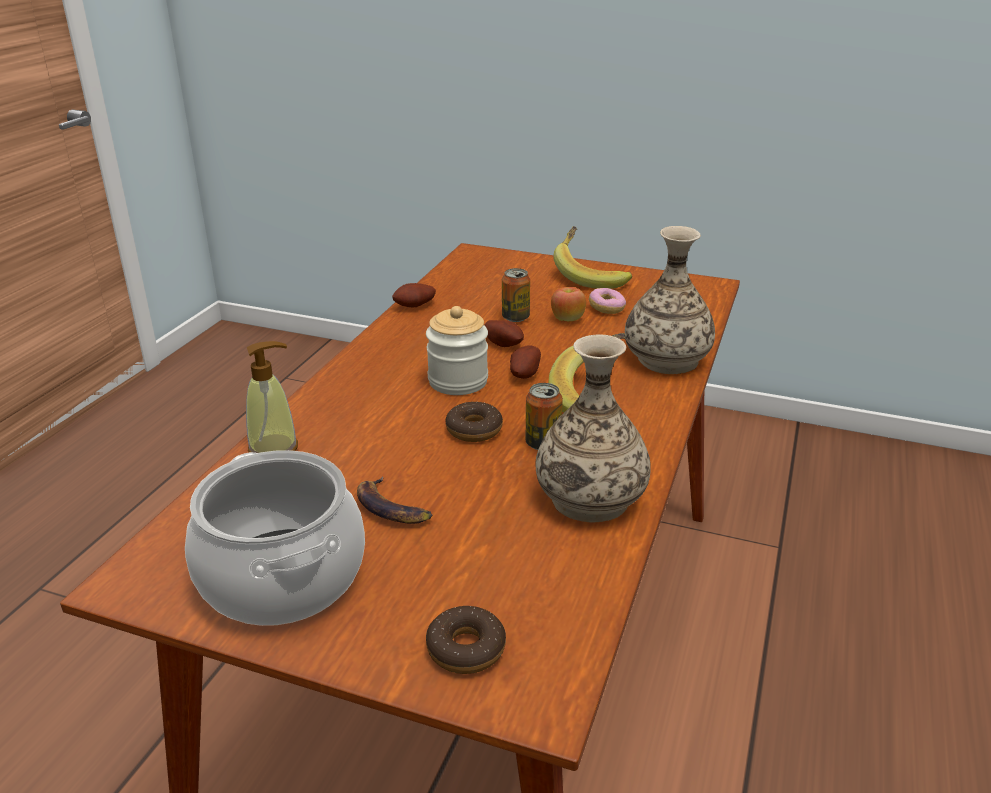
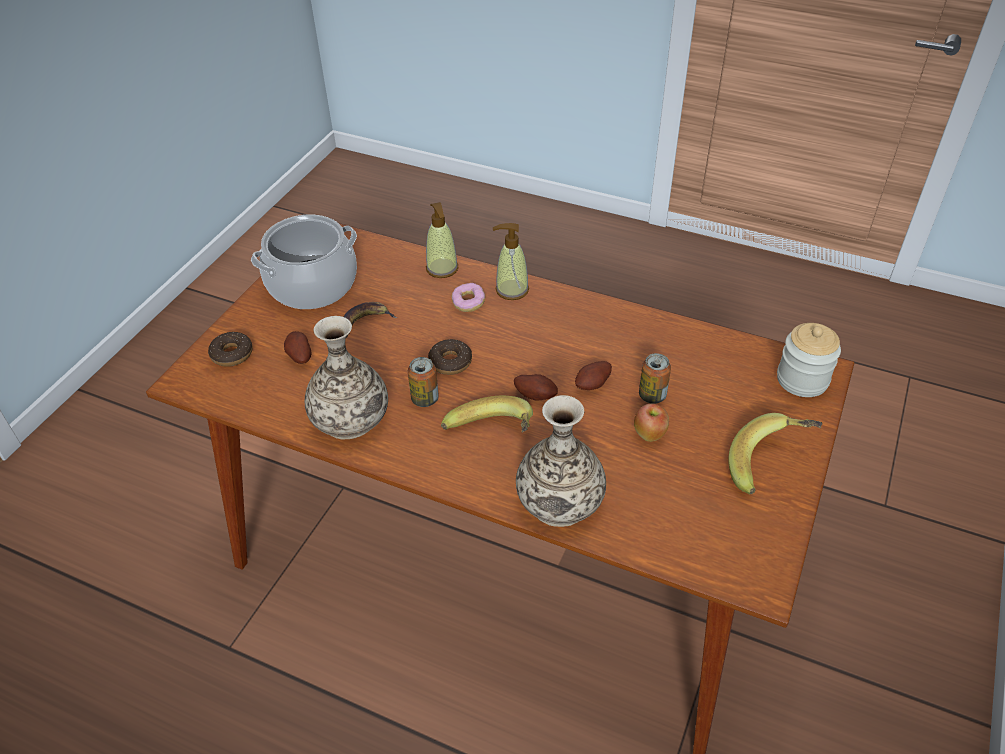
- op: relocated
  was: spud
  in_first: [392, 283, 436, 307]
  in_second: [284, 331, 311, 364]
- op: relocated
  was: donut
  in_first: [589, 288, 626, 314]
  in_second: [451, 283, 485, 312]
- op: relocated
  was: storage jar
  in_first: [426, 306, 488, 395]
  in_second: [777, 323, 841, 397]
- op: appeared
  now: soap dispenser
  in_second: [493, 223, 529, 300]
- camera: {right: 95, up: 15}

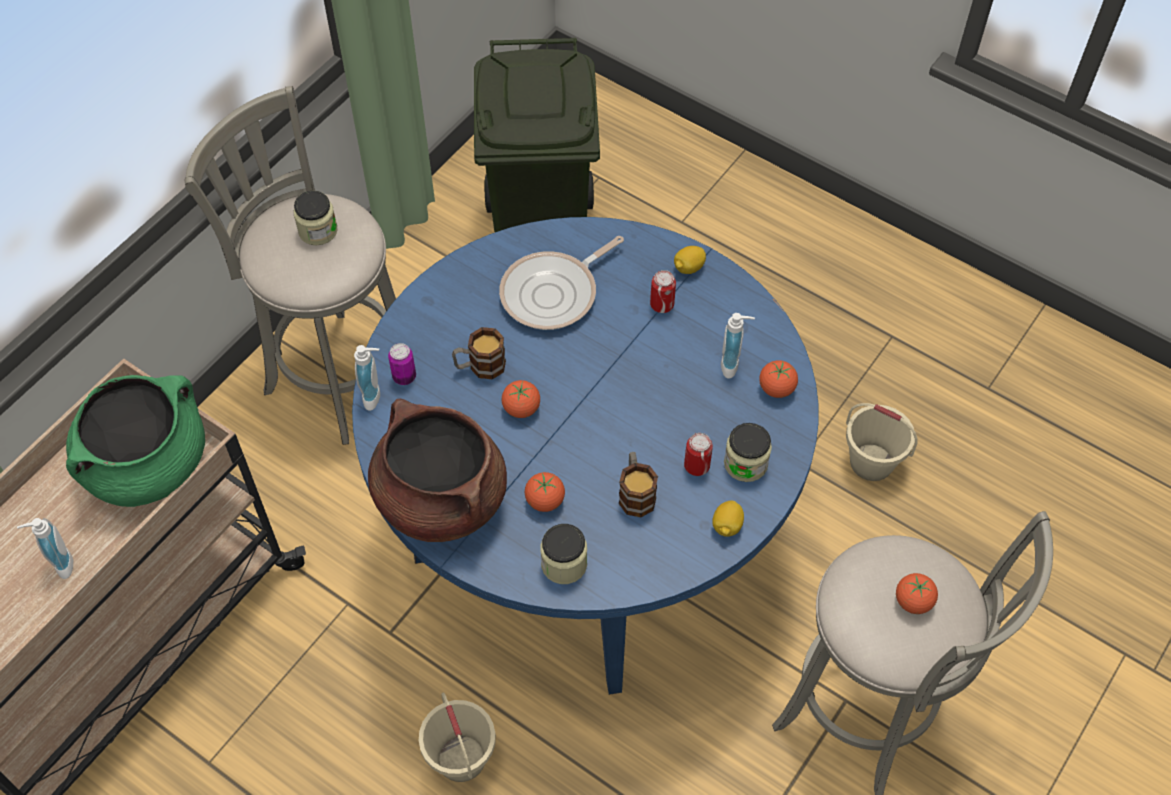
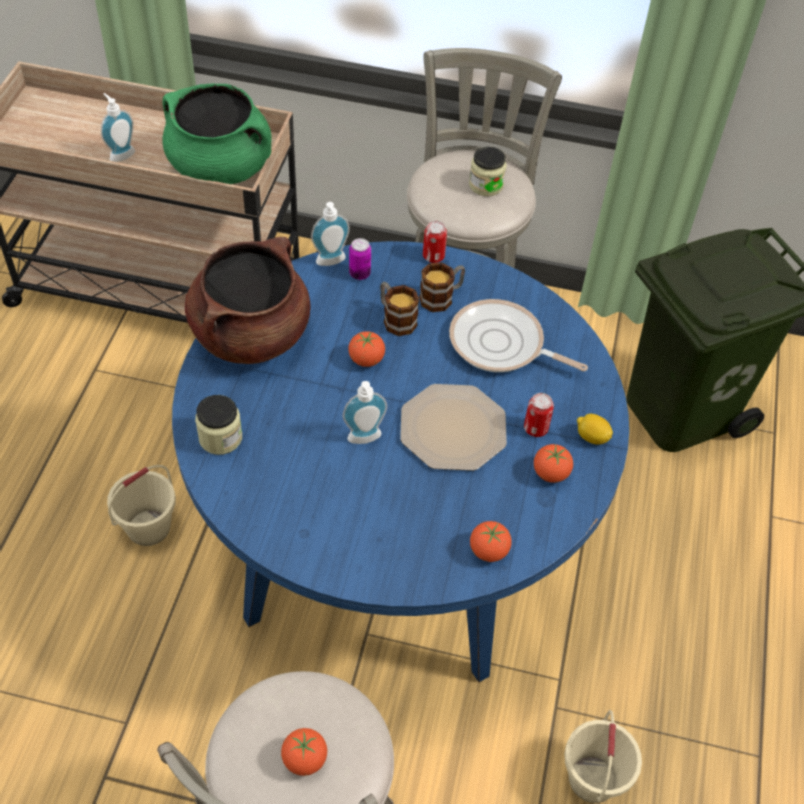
- op: relocated
  was: soap dispenser
  in_first: [721, 313, 755, 379]
  in_second: [343, 381, 387, 444]
- op: missing
  was: storage jar
  in_first: [724, 423, 772, 482]
- op: relocated
  was: can
  in_first: [684, 433, 713, 476]
  in_second: [423, 221, 447, 263]
- op: relocated
  was: coffee mug
  in_first: [619, 452, 658, 517]
  in_second: [419, 262, 465, 312]
- op: relocated
  was: tomato
  in_first: [525, 472, 565, 512]
  in_second: [534, 444, 573, 483]
- op: missing
  was: whole lemon
  in_first: [712, 500, 744, 537]
- op: appeared
  now: dinner plate
  in_second: [400, 384, 507, 471]
- camera: {right: 65, up: -5}

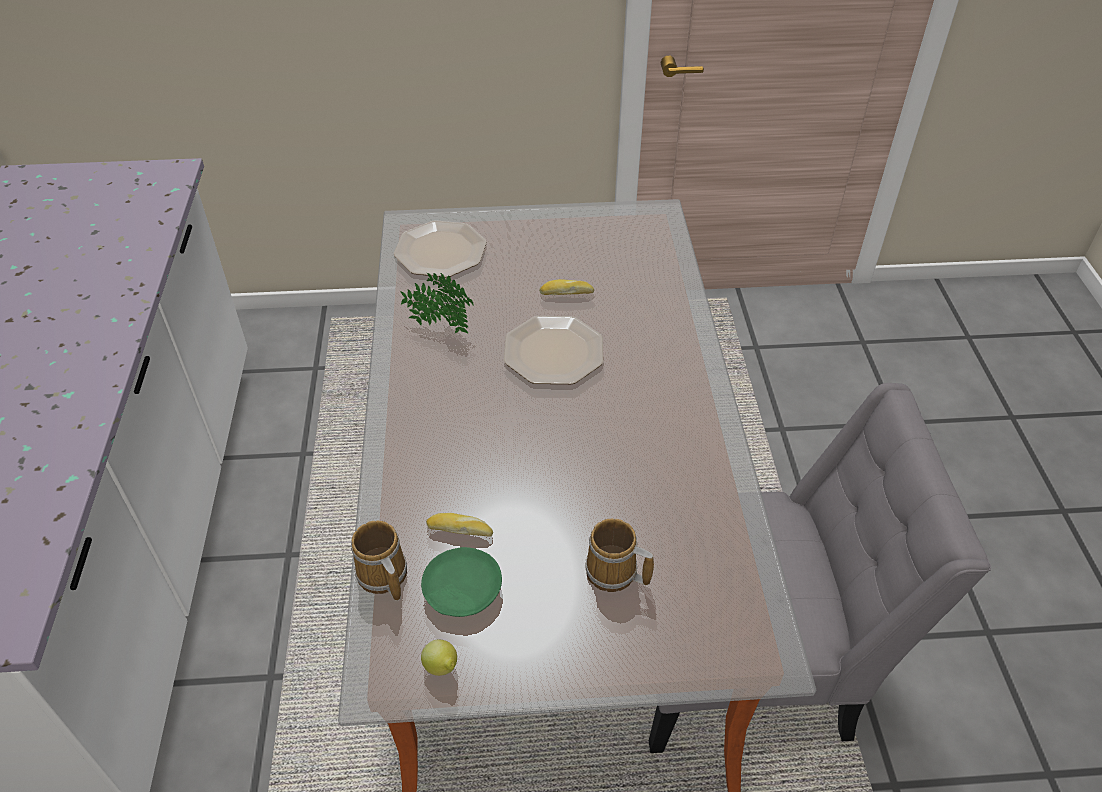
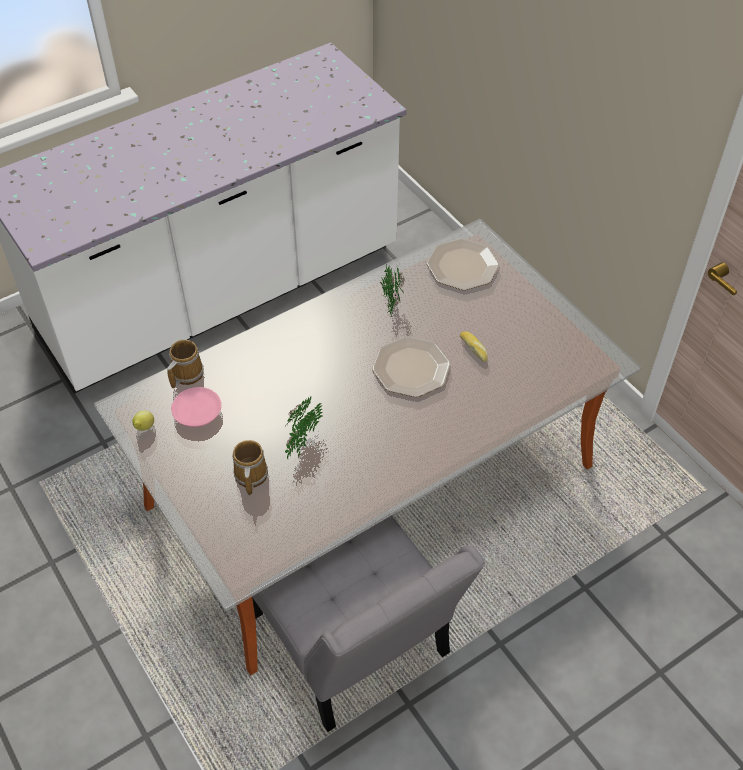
- op: missing
  was: baked bread
  in_first: [426, 513, 493, 537]
- op: colour
  was: dinner plate/green
  now: dinner plate/pink-coloured
  in_first: [421, 547, 502, 617]
  in_second: [171, 387, 221, 427]
- op: appeared
  now: houseplant
  in_second: [285, 397, 323, 459]
- camera: {right: 60, up: 5}

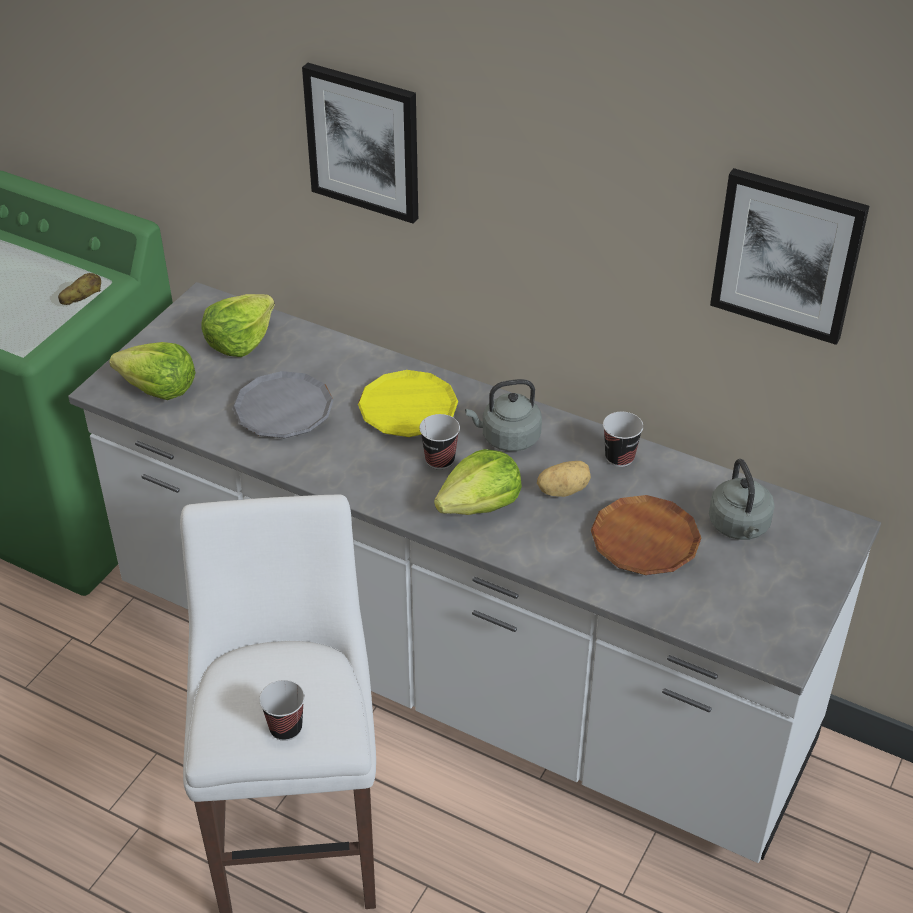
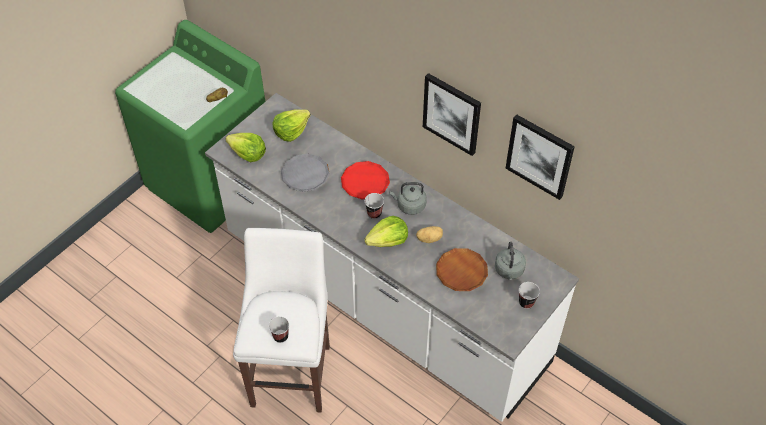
- op: relocated
  was: wall picture
  in_first: [302, 63, 418, 224]
  in_second: [423, 73, 481, 156]
- op: colour
  was: dinner plate/yellow-coloured
  now: dinner plate/reddish
  in_first: [358, 370, 458, 437]
  in_second: [341, 161, 390, 199]
- op: relocated
  was: cup
  in_first: [603, 412, 643, 467]
  in_second: [519, 282, 540, 309]
- camera: {right: 10, up: 10}

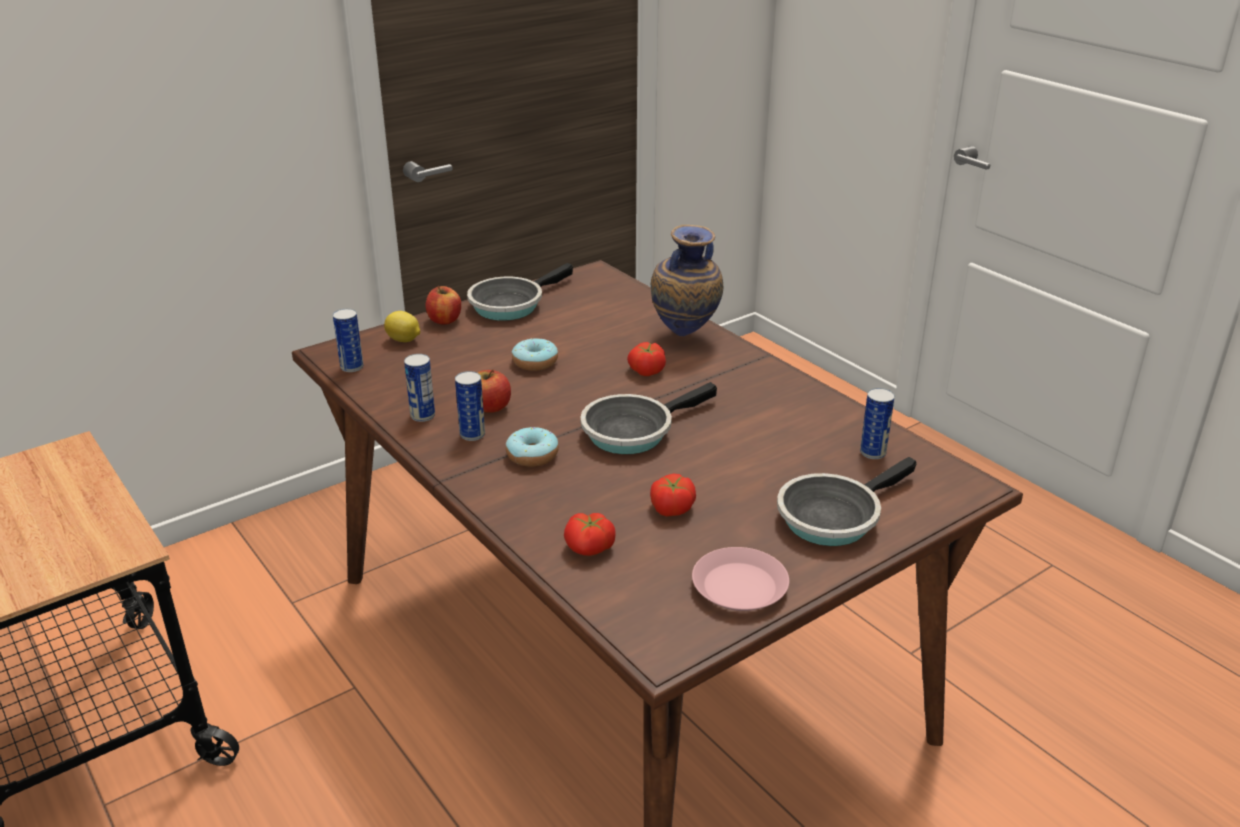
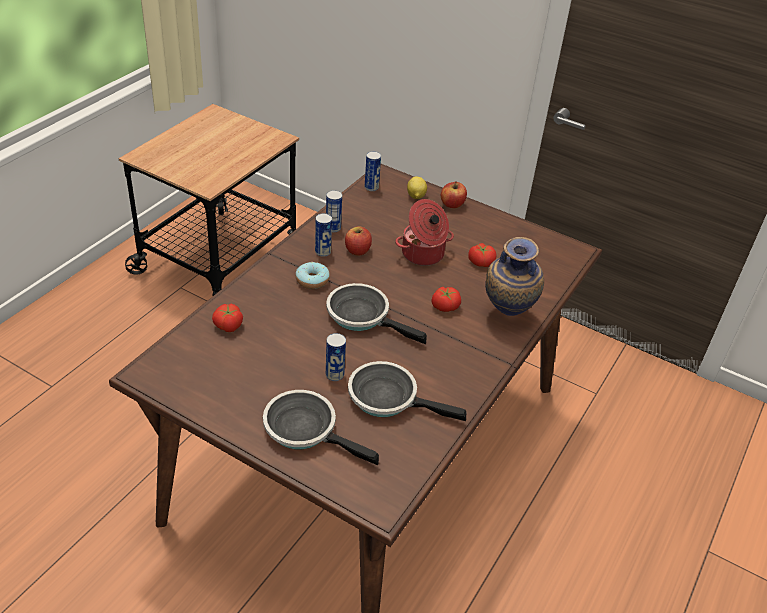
- op: relocated
  was: pan
  in_first: [467, 263, 573, 321]
  in_second: [348, 361, 466, 421]
- op: exchanged
  was: donut
  now: cooking pot
  in_first: [512, 338, 558, 371]
  in_second: [396, 199, 454, 266]
- op: relocated
  was: can
  in_first: [860, 388, 895, 459]
  in_second: [326, 333, 346, 381]
- op: relocated
  was: tomato
  in_first: [650, 474, 696, 517]
  in_second: [468, 243, 496, 267]
- op: missing
  was: dinner plate/pink-coloured
  in_first: [692, 547, 789, 611]
- camera: {right: 65, up: 10}

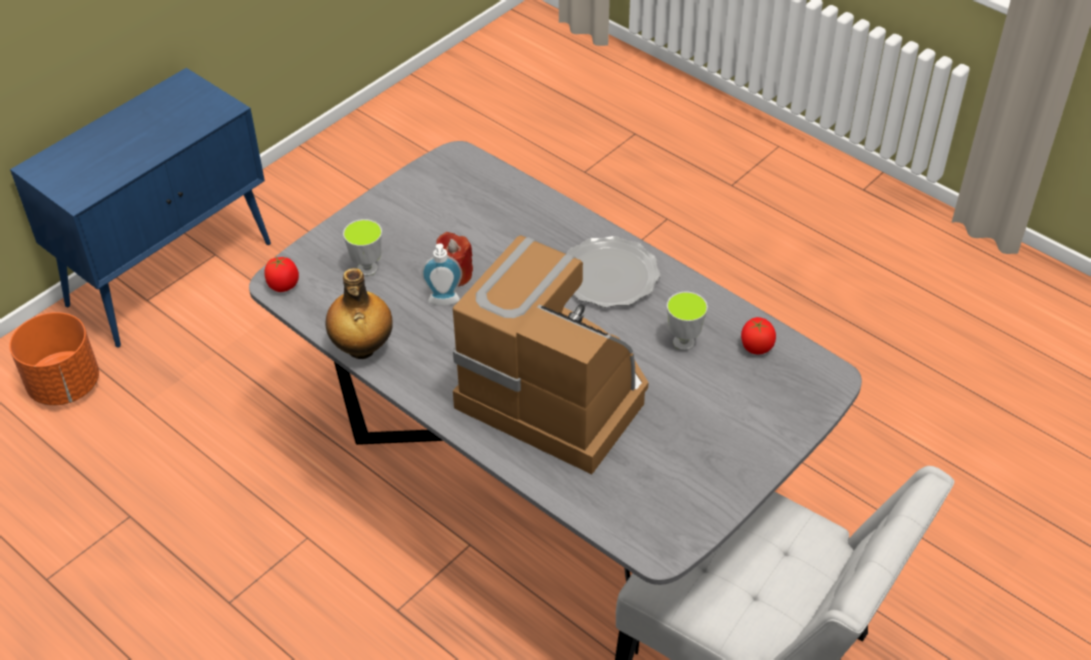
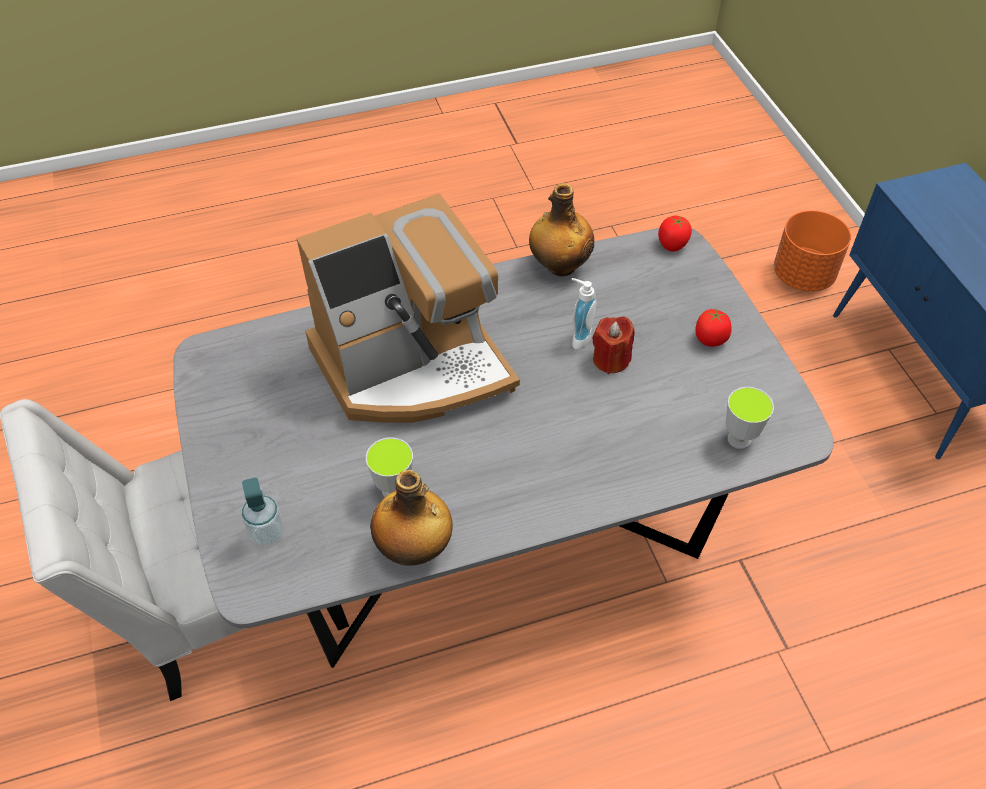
- op: relocated
  was: cup
  in_first: [343, 219, 382, 276]
  in_second: [726, 387, 774, 449]
- op: missing
  was: dinner plate
  in_first: [567, 236, 660, 308]
- op: relocated
  was: tomato
  in_first: [741, 317, 776, 354]
  in_second: [695, 309, 732, 347]
- op: appeared
  now: beverage bottle
  in_second: [370, 470, 453, 566]
- op: appeared
  now: soap dispenser
  in_second: [242, 478, 284, 546]
- camera: {right: 120, up: 5}

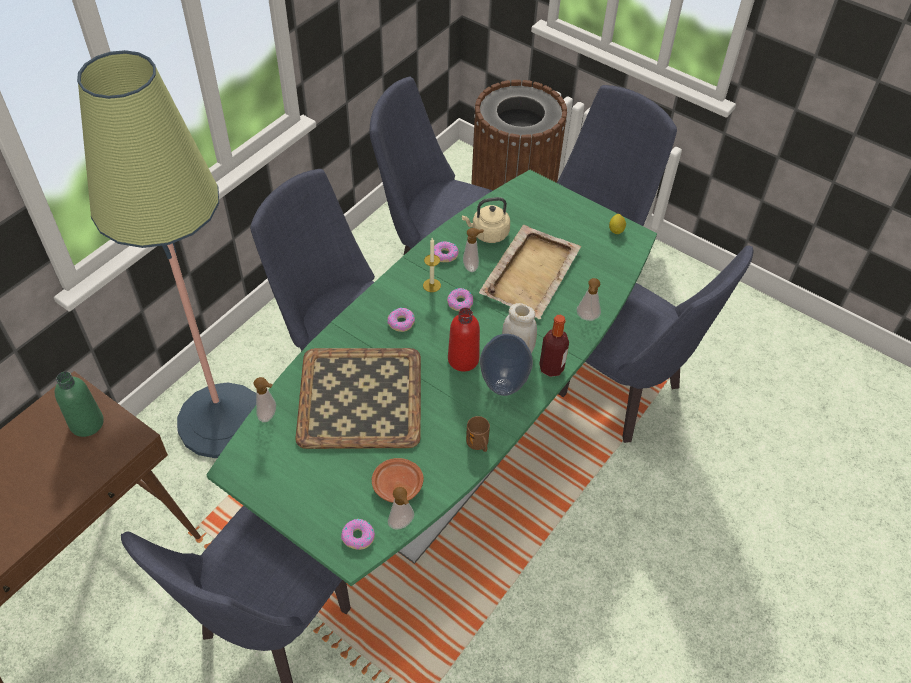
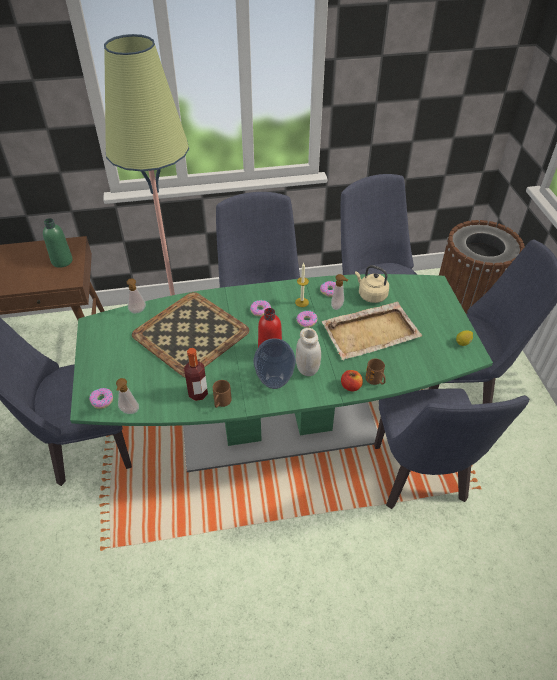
- op: exchanged
  was: soap dispenser
  now: coffee mug/brownish
  in_first: [577, 278, 601, 321]
  in_second: [365, 359, 386, 385]
- op: relocated
  was: beverage bottle
  in_first: [539, 315, 569, 377]
  in_second: [184, 348, 208, 401]
- op: missing
  was: dinner plate/brownish
  in_first: [372, 458, 424, 503]
- op: appeared
  now: apple fruit
  in_second: [341, 370, 363, 392]
- camera: {right: 45, up: -5}

